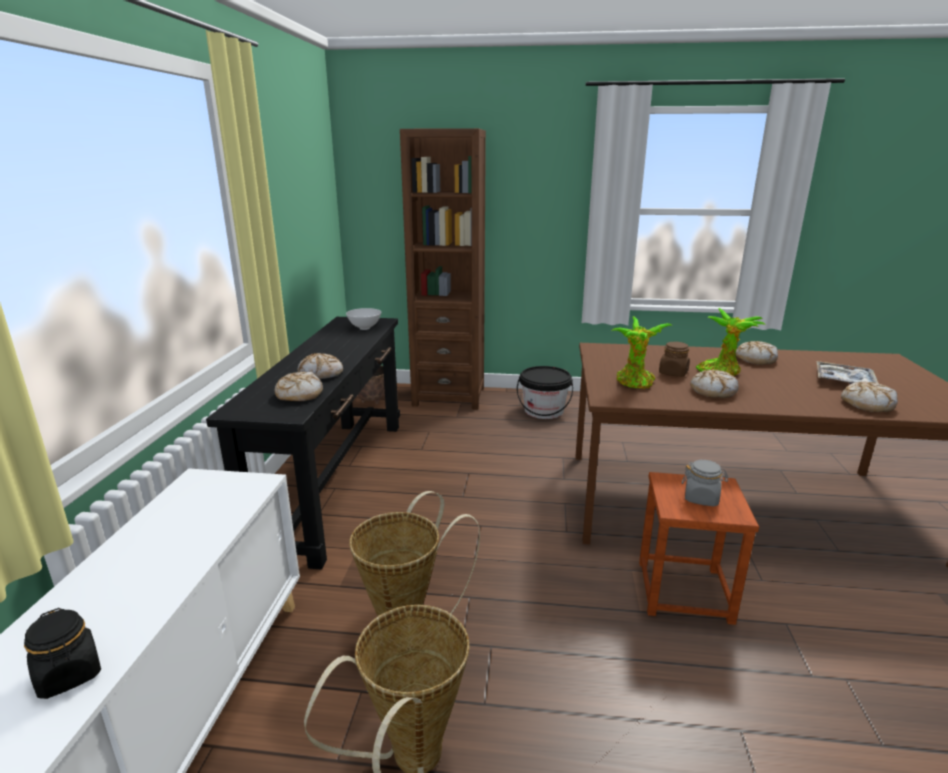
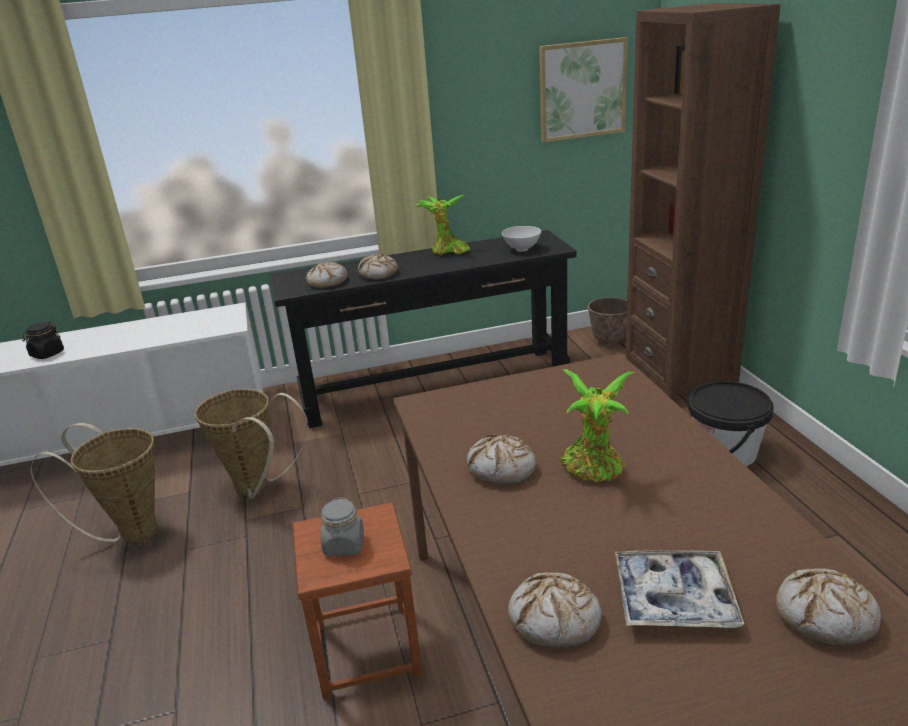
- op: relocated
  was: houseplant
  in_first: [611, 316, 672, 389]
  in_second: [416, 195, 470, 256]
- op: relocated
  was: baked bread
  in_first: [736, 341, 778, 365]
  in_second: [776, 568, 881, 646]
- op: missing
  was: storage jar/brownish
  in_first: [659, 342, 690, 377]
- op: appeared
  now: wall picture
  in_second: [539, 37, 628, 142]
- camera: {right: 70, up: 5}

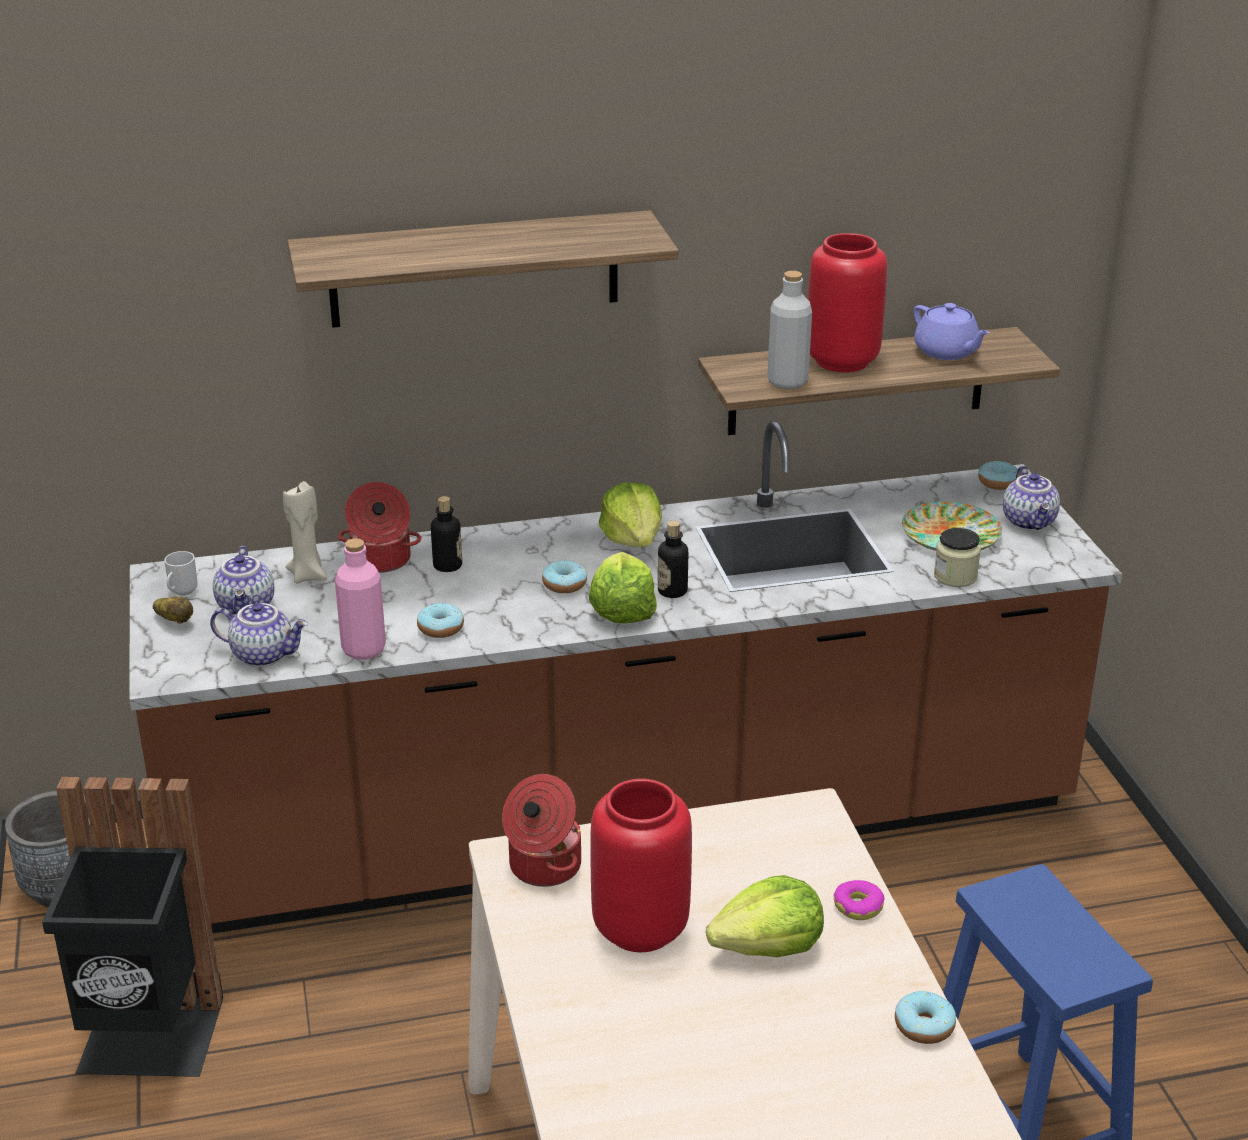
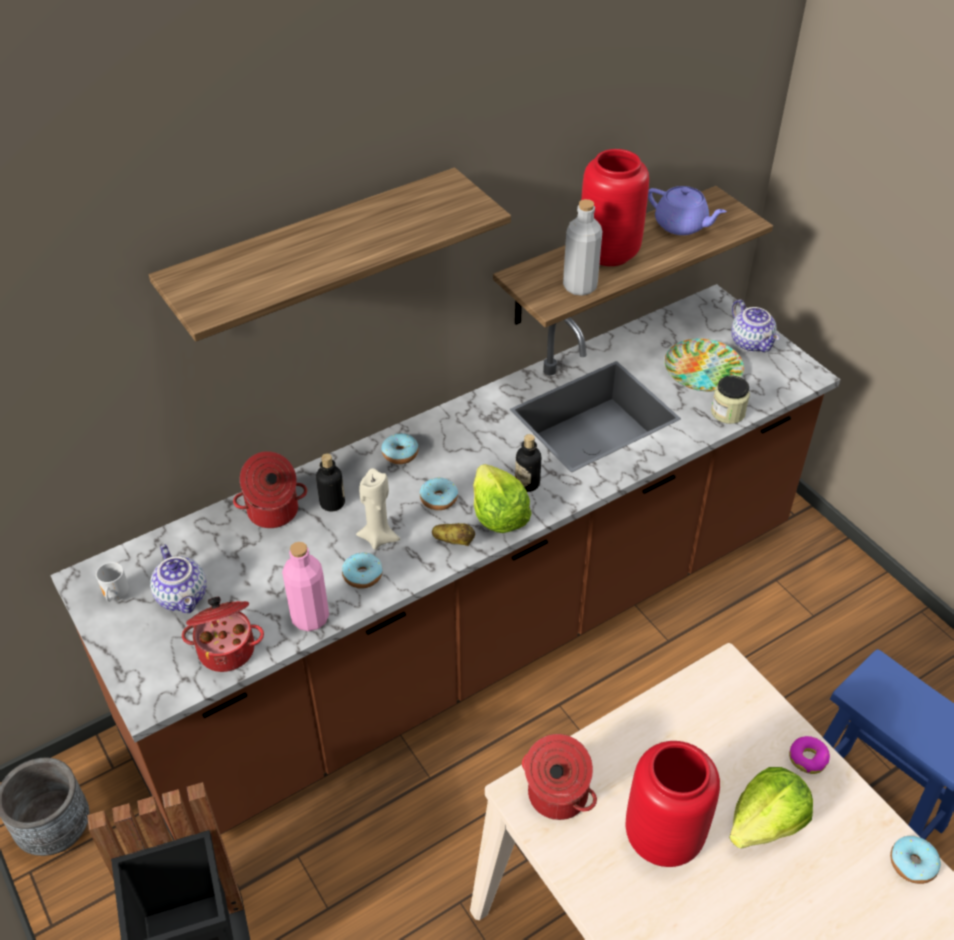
- op: relocated
  was: donut
  in_first: [978, 461, 1018, 490]
  in_second: [381, 433, 419, 464]
- op: relocated
  was: wax candle/sand-coloured
  in_first: [283, 481, 327, 584]
  in_second: [356, 468, 400, 550]
- op: missing
  was: lettuce head
  in_first: [599, 482, 662, 547]
- op: relocated
  was: spud
  in_first: [153, 597, 193, 624]
  in_second: [432, 523, 475, 546]
- op: exchanged
  was: teapot
  now: cooking pot
  in_first: [210, 602, 308, 667]
  in_second: [182, 596, 264, 672]
- camera: {right: -20, up: 15}

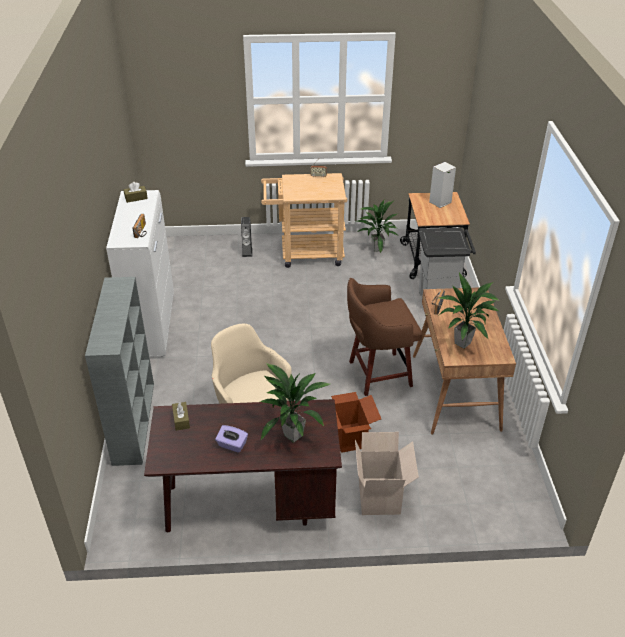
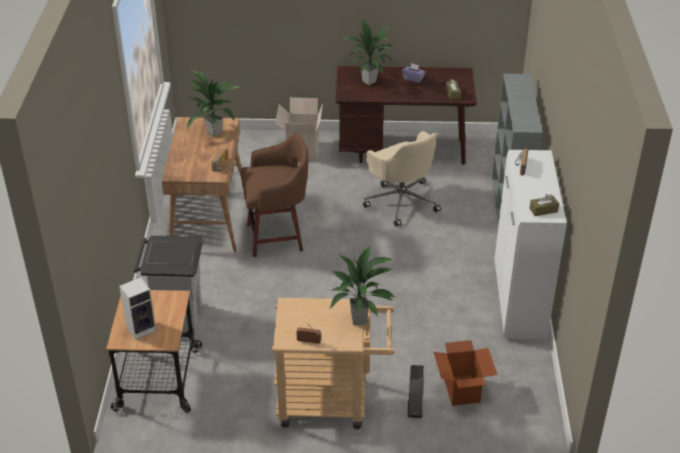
- op: relocated
  was: houseplant
  in_first: [356, 200, 397, 253]
  in_second: [329, 245, 396, 325]
- op: relocated
  was: cardboard box
  in_first: [331, 392, 381, 453]
  in_second: [433, 340, 498, 406]
- camera: {right: -175, up: 0}

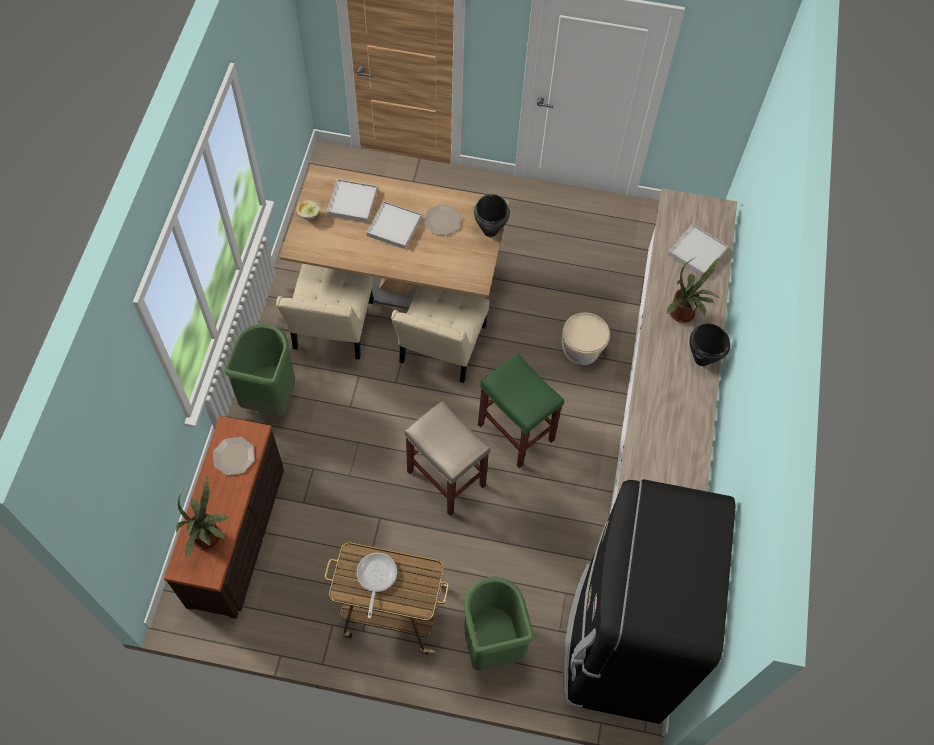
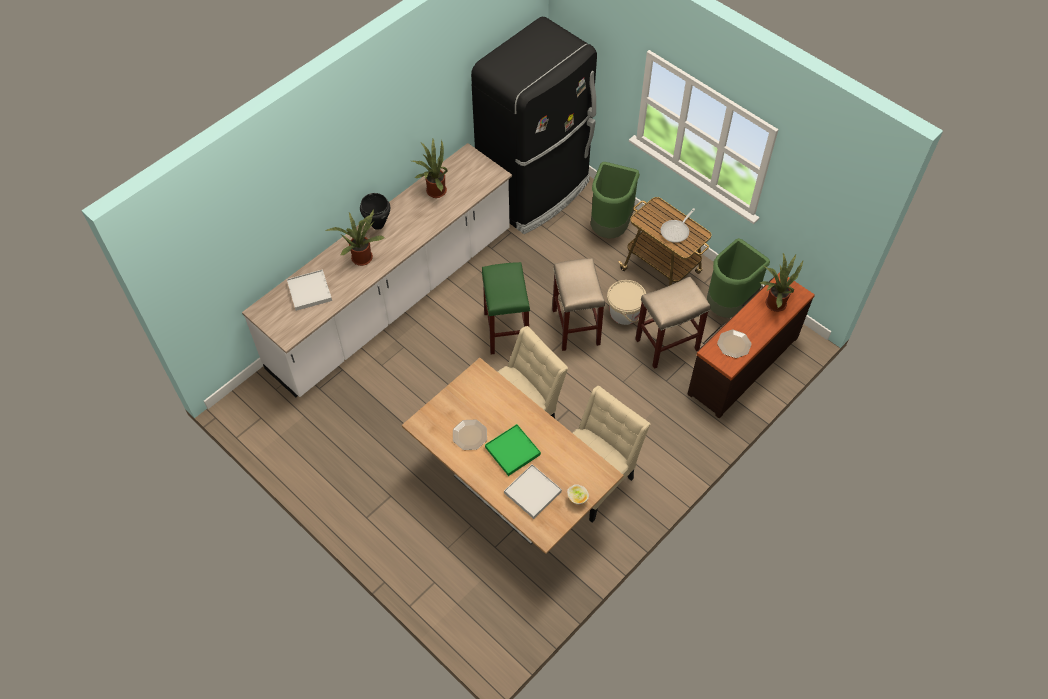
- op: missing
  was: cooking pot/black-coloured
  in_first: [474, 194, 510, 237]
- op: colour
  was: tray/whitish
  now: tray/green
  in_first: [366, 201, 421, 249]
  in_second: [485, 424, 541, 476]
- op: relocated
  was: water bucket/sand-coloured
  in_first: [561, 313, 610, 365]
  in_second: [607, 280, 646, 325]
- op: relocated
  was: waste bin/green
  in_first: [224, 323, 295, 416]
  in_second: [707, 238, 770, 318]
- op: appeared
  now: houseplant
  in_second: [412, 139, 448, 198]
- op: appeared
  now: stool/sand-coloured
  in_second: [635, 276, 711, 369]
- camera: {right: -145, up: -5}

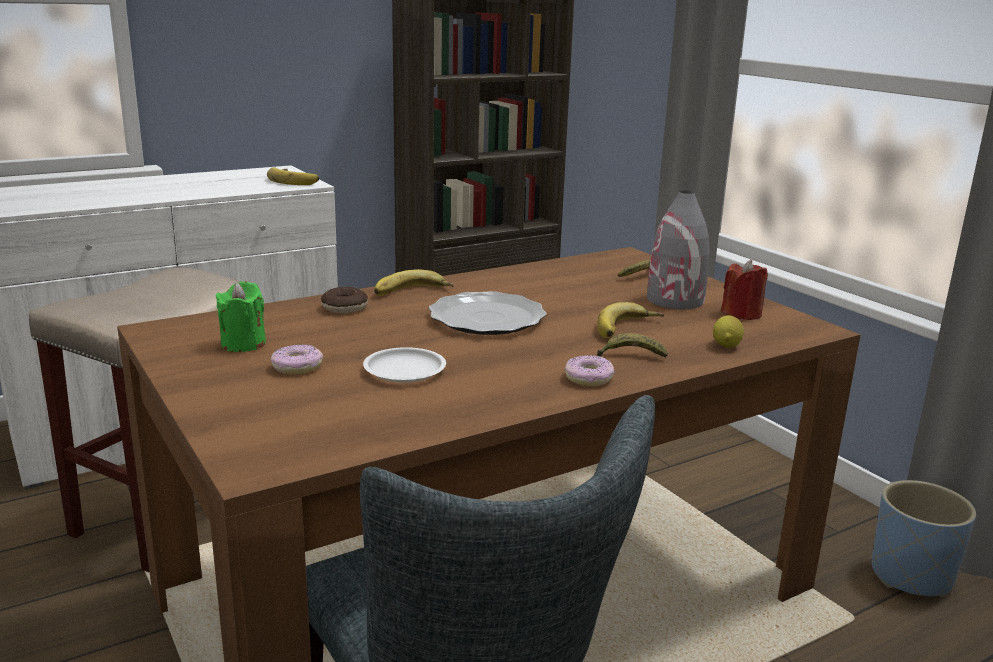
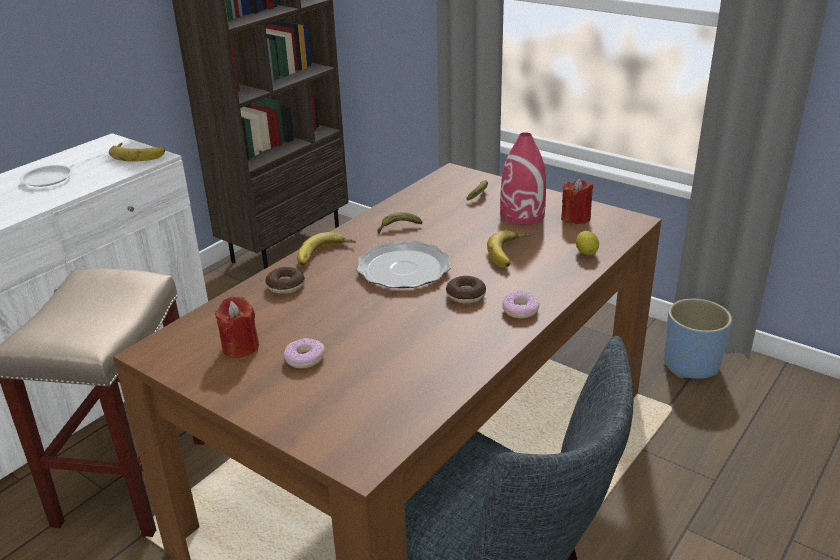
- op: colour
  was: vase/greyish
  now: vase/reddish
  in_first: [647, 191, 709, 309]
  in_second: [500, 132, 546, 225]
- op: colour
  was: wax candle/green
  now: wax candle/reddish
  in_first: [216, 281, 266, 352]
  in_second: [215, 296, 259, 358]
- op: relocated
  was: whole banana
  in_first: [597, 333, 668, 357]
  in_second: [377, 212, 422, 233]
- op: relocated
  was: dinner plate/whitish
  in_first: [363, 347, 446, 382]
  in_second: [20, 165, 73, 187]
- op: appeared
  now: donut
  in_second: [446, 276, 486, 303]
- camera: {right: -20, up: 10}

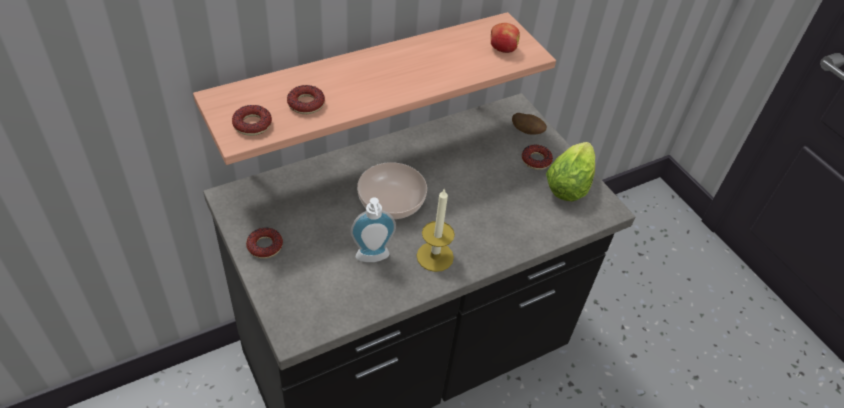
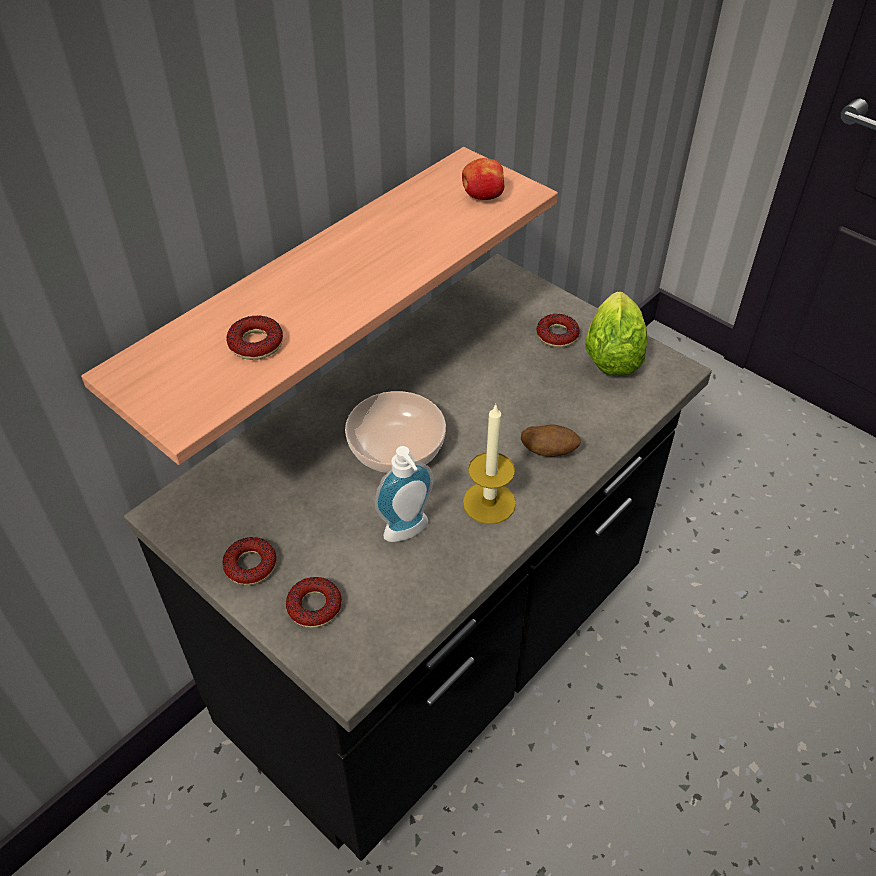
- op: relocated
  was: donut
  in_first: [232, 105, 272, 136]
  in_second: [286, 577, 342, 628]
- op: relocated
  was: spud
  in_first: [512, 113, 547, 135]
  in_second: [521, 425, 581, 457]
- camera: {right: -15, up: 0}

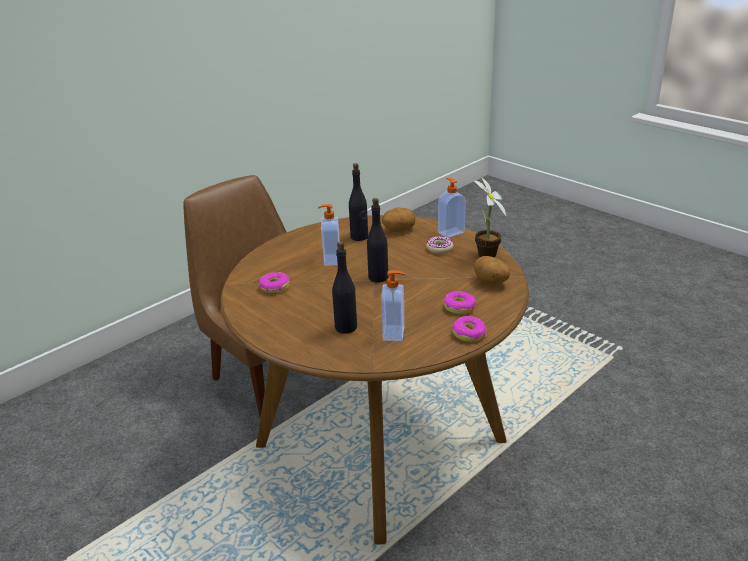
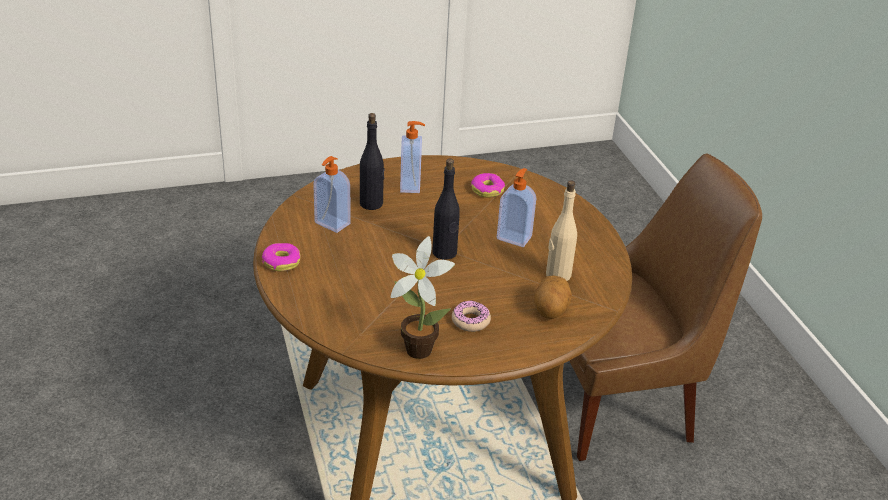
- op: colour
  was: beverage bottle/black-coloured
  now: beverage bottle/sand-coloured
  in_first: [349, 163, 368, 241]
  in_second: [546, 180, 577, 281]
- op: relocated
  was: soap dispenser
  in_first: [438, 178, 466, 238]
  in_second: [400, 121, 425, 193]
- op: missing
  was: spud
  in_first: [474, 256, 510, 284]
- op: missing
  was: donut
  in_first: [443, 291, 477, 314]
- camera: {right: 115, up: 5}

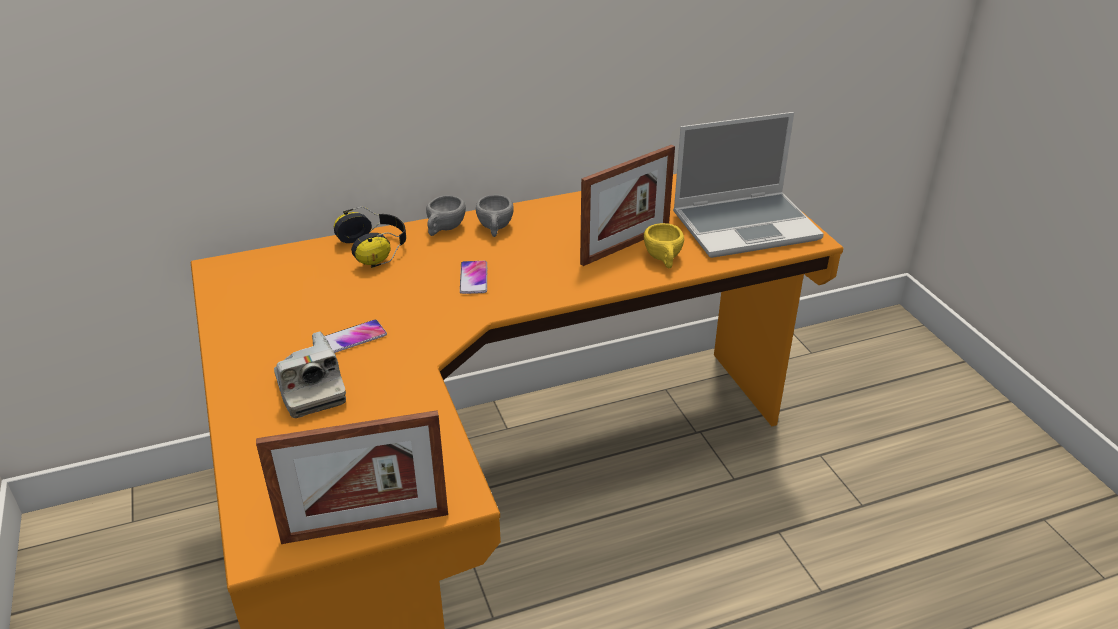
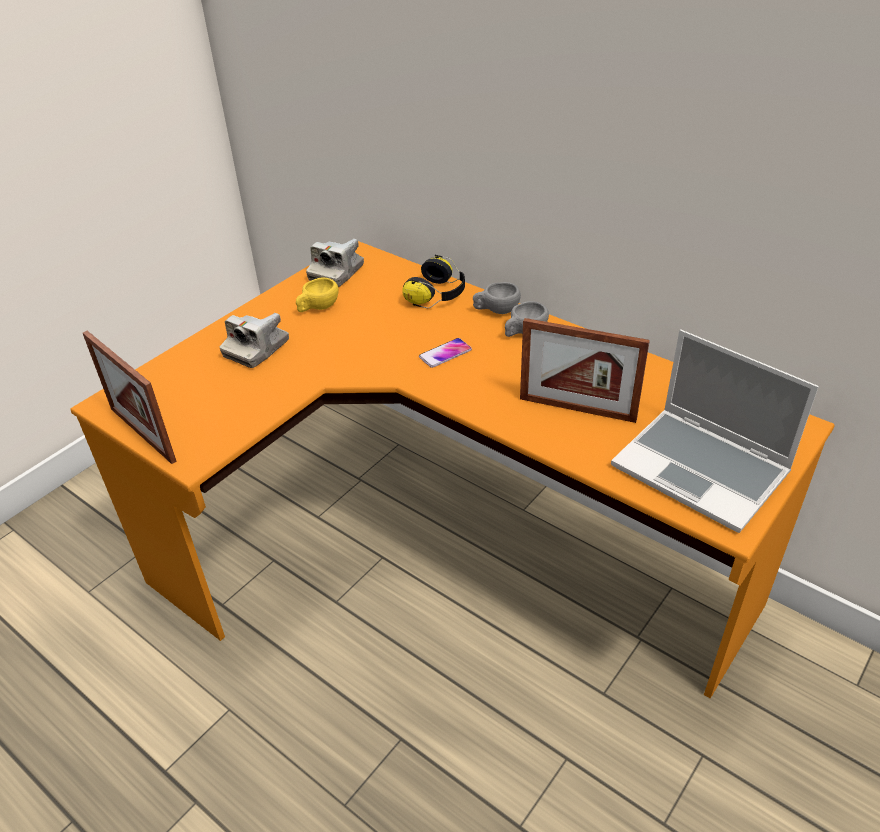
- op: relocated
  was: cup/yellow-coloured
  in_first: [644, 223, 684, 269]
  in_second: [296, 278, 339, 312]
- op: missing
  was: handset
  in_first: [325, 320, 387, 353]
- op: appeared
  now: photo camera
  in_second: [306, 239, 364, 287]
- camera: {right: 60, up: 5}

